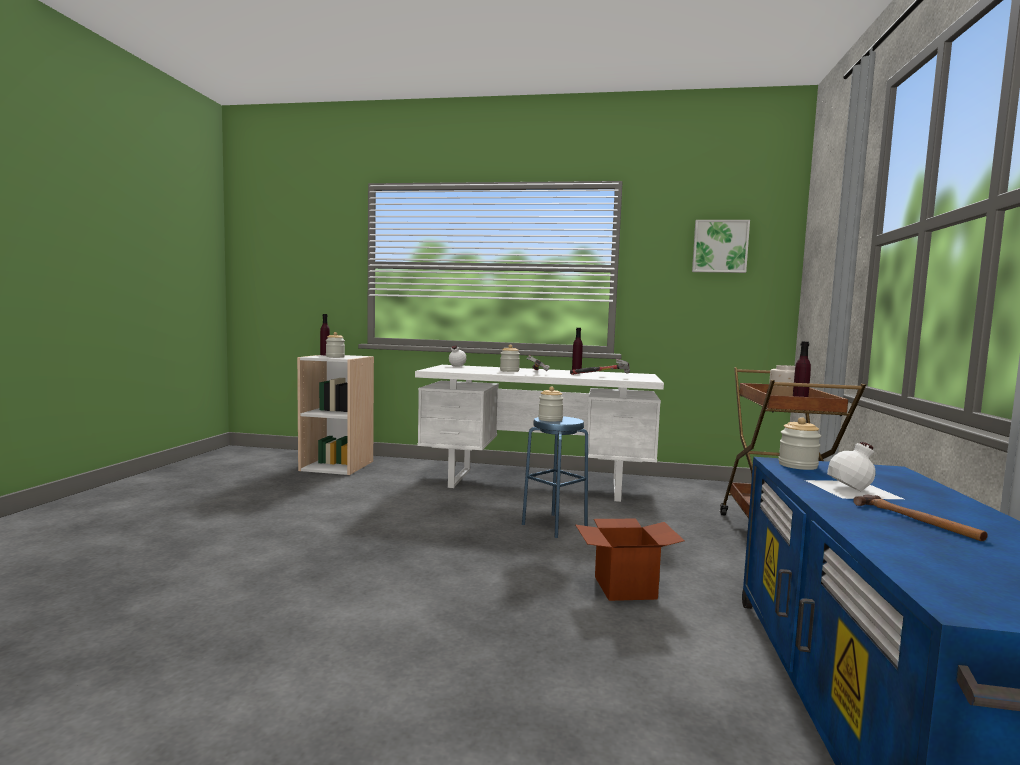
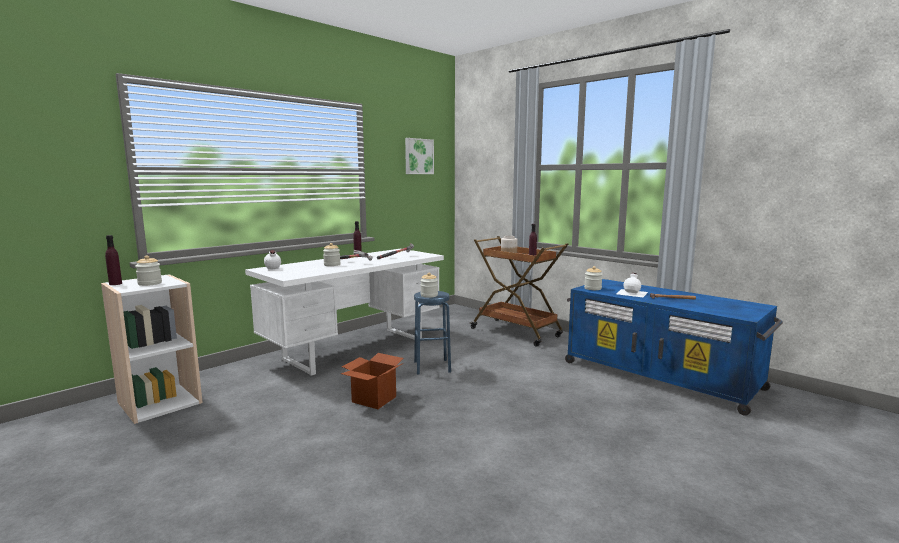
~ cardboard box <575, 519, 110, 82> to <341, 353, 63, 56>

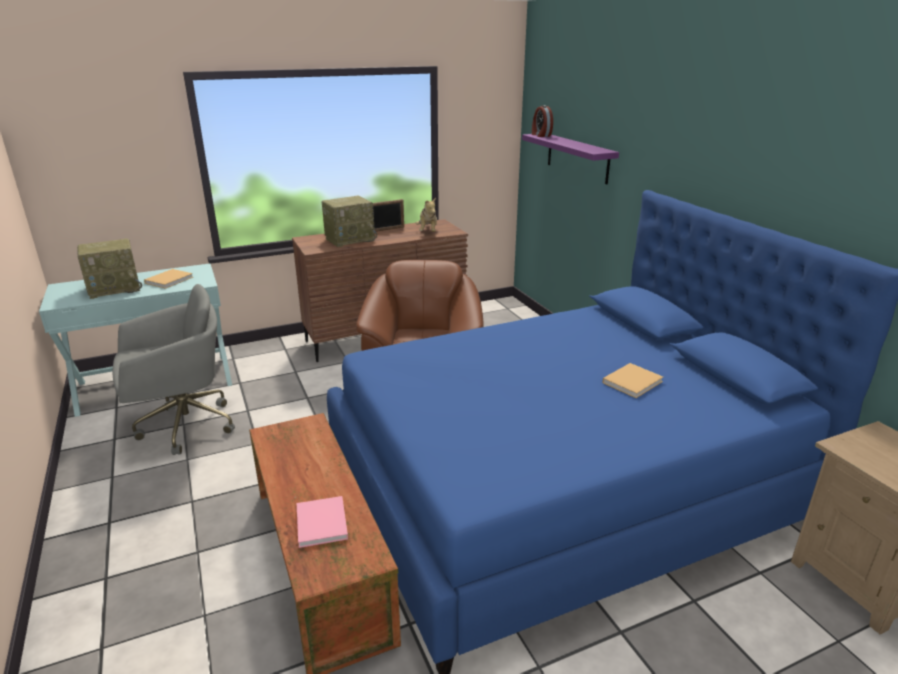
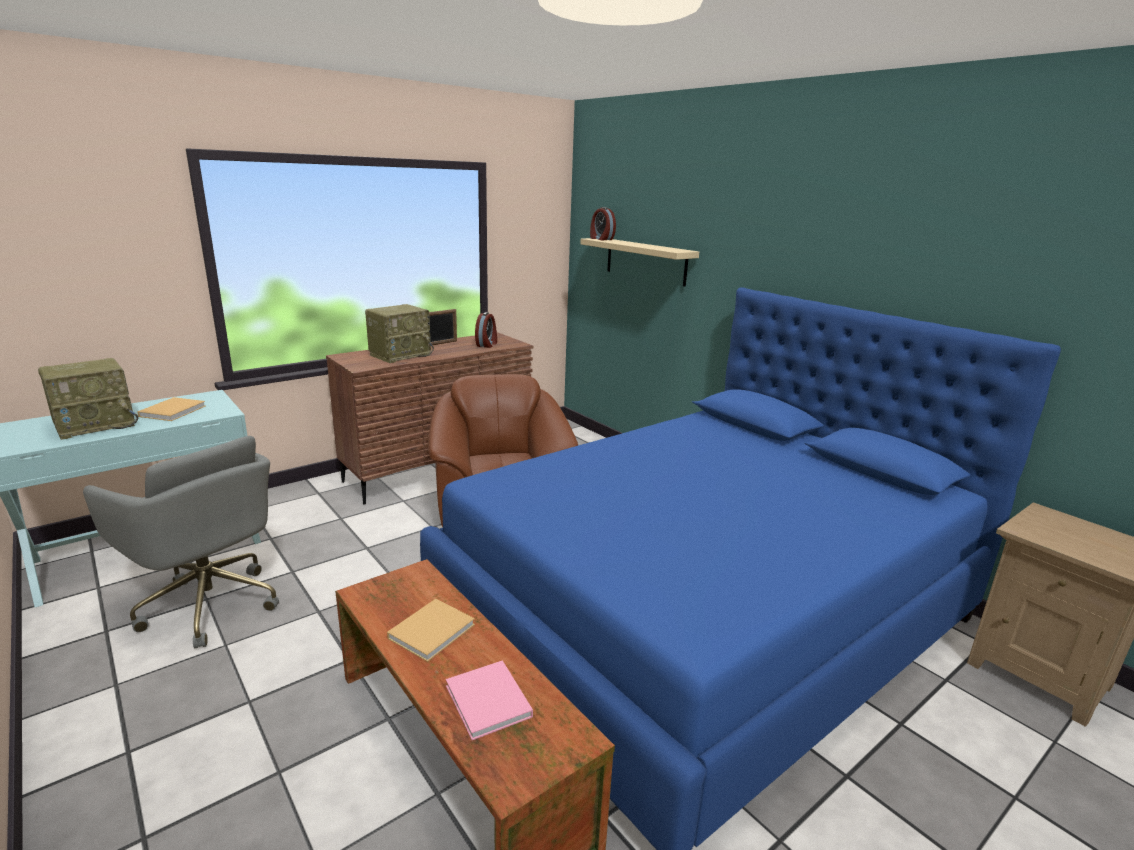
~ purple shelf <522, 134, 97, 50> to beige shelf <580, 238, 119, 49>
~ plush toy <416, 198, 21, 34> to alarm clock <475, 312, 22, 36>
~ grey office chair <113, 284, 122, 171> = <83, 436, 196, 212> 75 degrees clockwise
~ beige book <602, 363, 61, 35> to <387, 599, 88, 63>

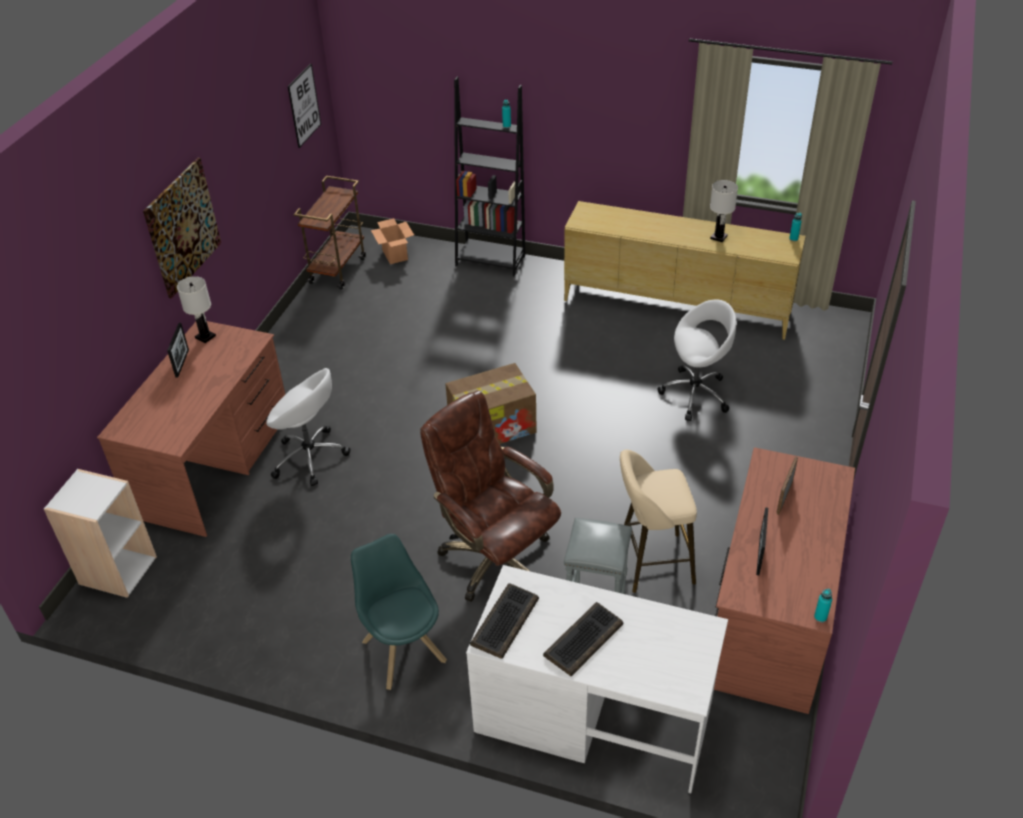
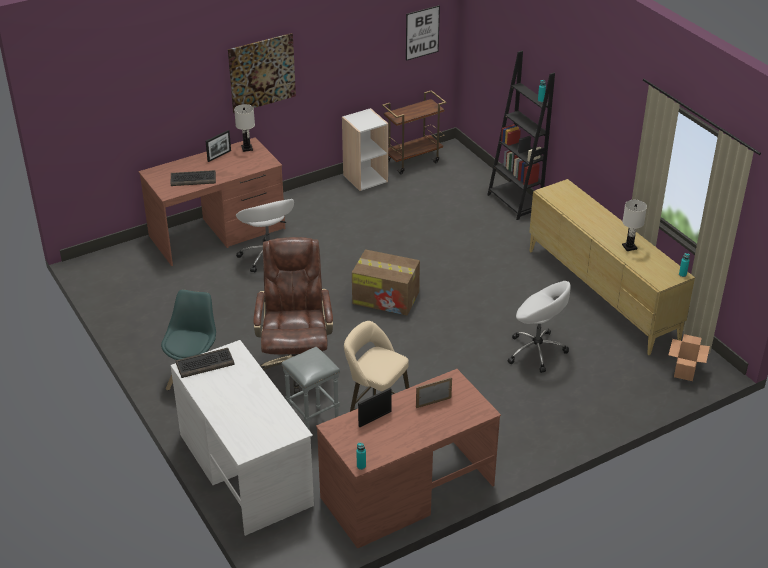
~ cardboard box <371, 218, 43, 46> to <669, 334, 41, 47>
~ bookcase <44, 469, 113, 129> to <342, 108, 46, 83>
~ keyboard <543, 602, 80, 74> to <171, 170, 45, 16>

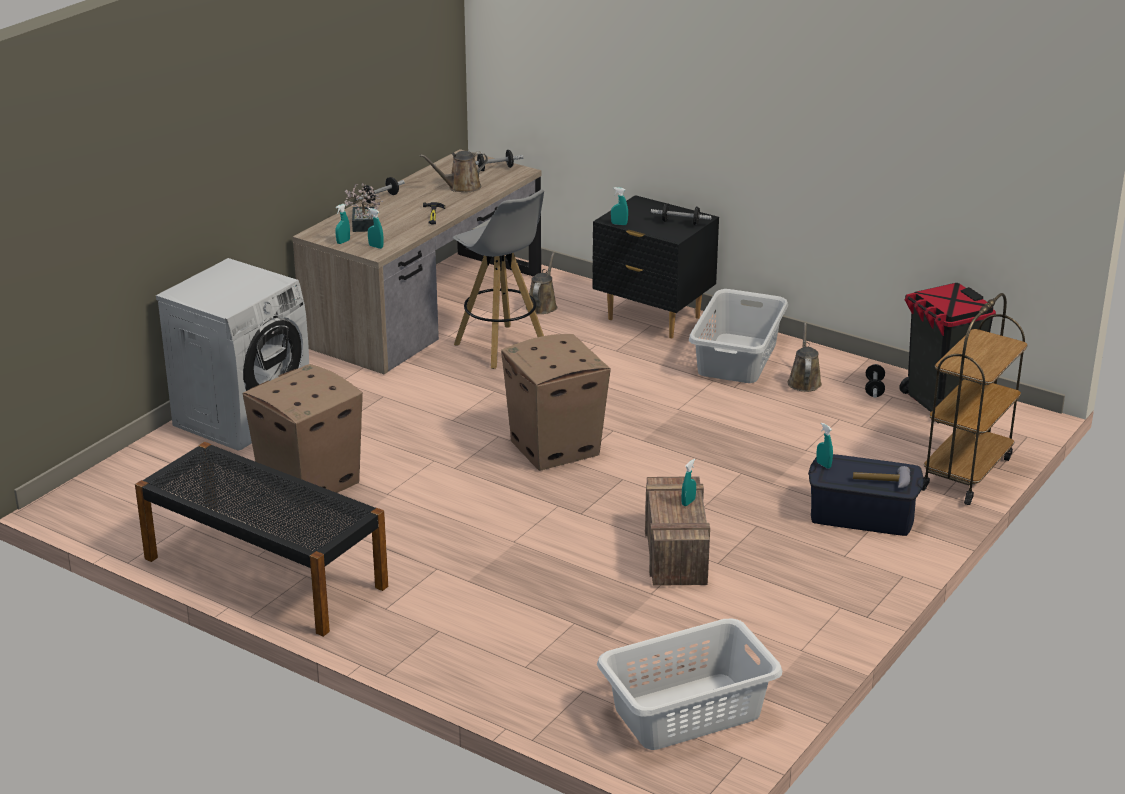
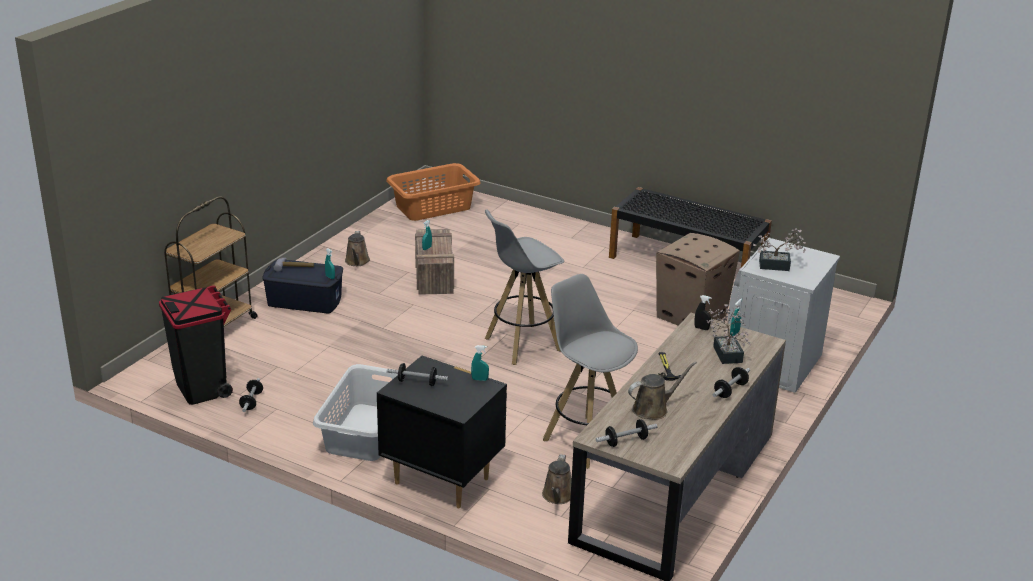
~ turquoise spray bottle <368, 208, 16, 41> to black spray bottle <694, 295, 17, 35>
~ brown watering can <788, 323, 34, 69> to <345, 231, 25, 35>
~ cardboard box <501, 334, 110, 137> to grey stool <485, 209, 80, 156>
~ white laundry basket <597, 619, 185, 131> to orange laundry basket <386, 163, 95, 58>
+ potted plant <753, 229, 53, 42>

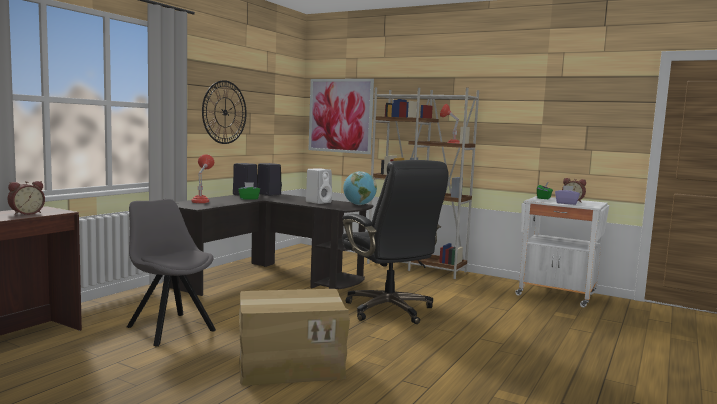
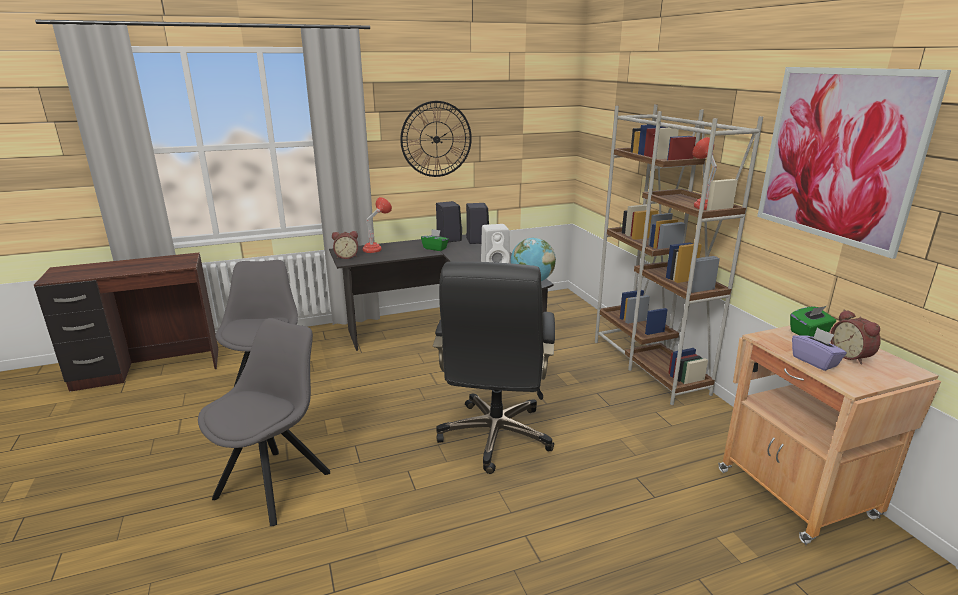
~ picture <309, 79, 65, 75> to <757, 67, 194, 192>
~ alarm clock <8, 181, 37, 34> to <332, 231, 26, 28>
~ white cart <515, 196, 94, 111> to brown cart <718, 326, 223, 219>
~ cardboard box <239, 289, 111, 97> to grey chair <198, 318, 132, 208>

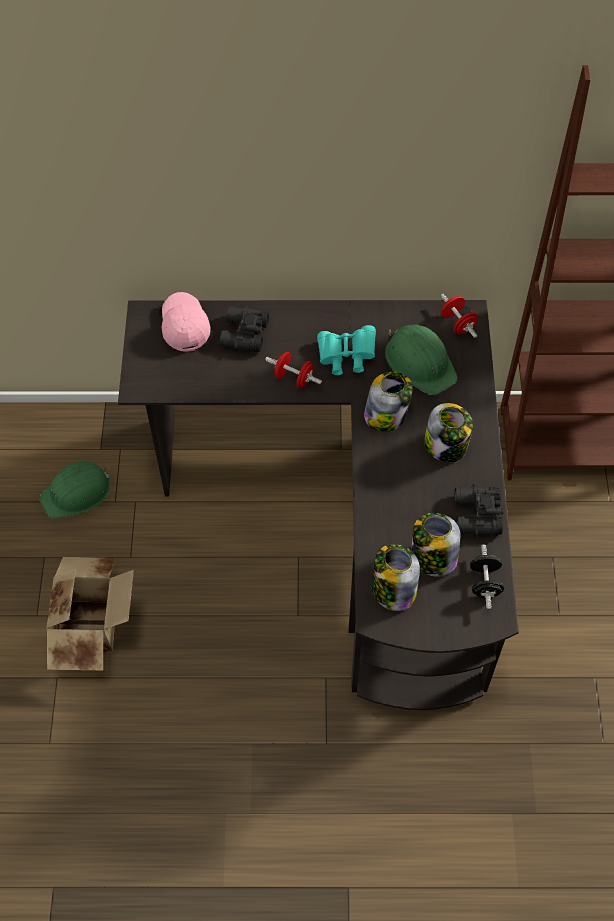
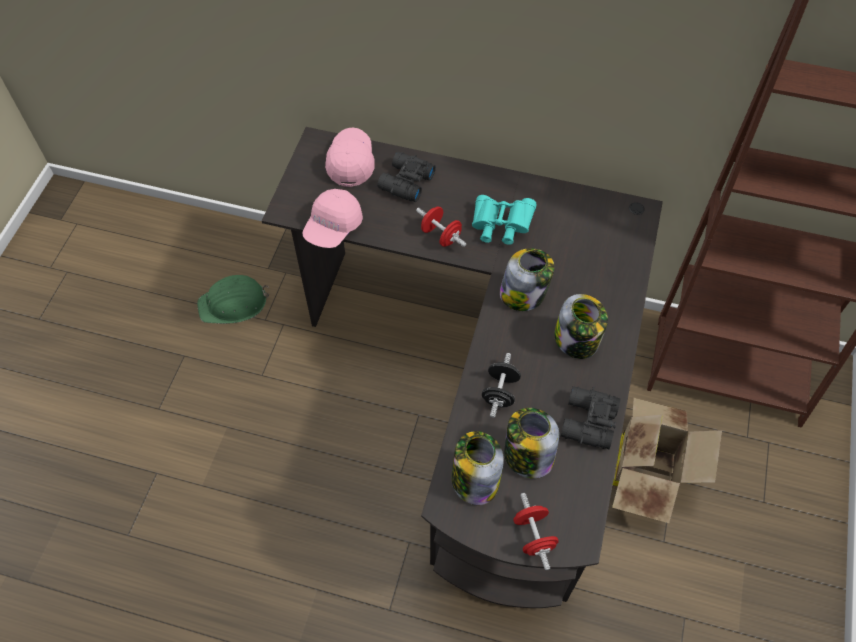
~ red dumbbell <441, 294, 37, 44> to <513, 493, 46, 77>
- green hard hat <385, 325, 73, 70>
~ black dumbbell <470, 545, 34, 64> to <482, 353, 39, 65>
~ cardboard box <46, 557, 88, 113> to <612, 398, 110, 125>
+ pink cap <302, 189, 61, 59>

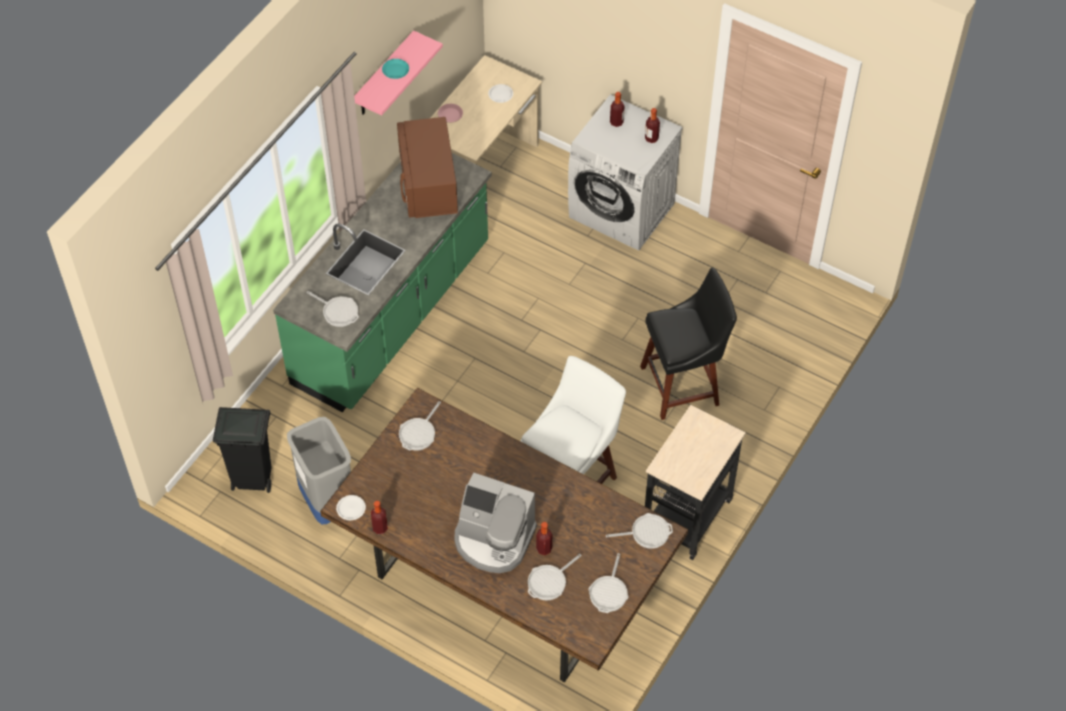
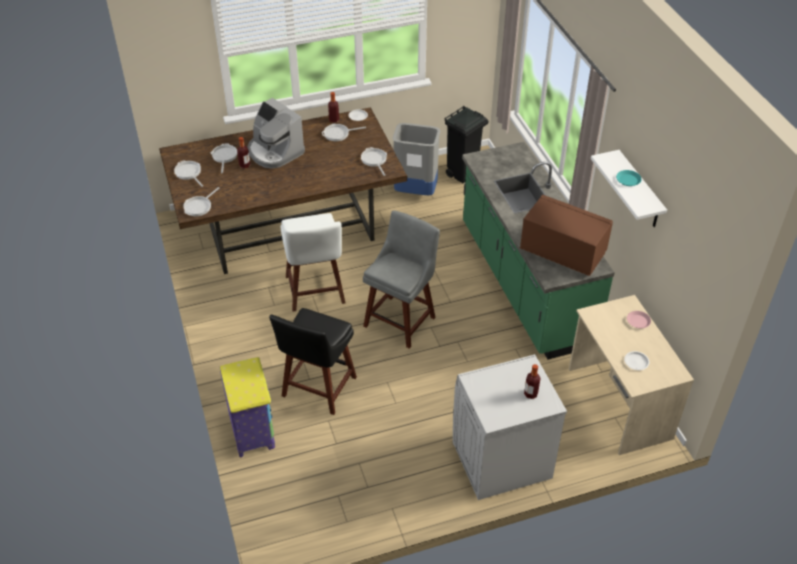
~ pink shelf <354, 30, 89, 86> to white shelf <591, 150, 76, 77>
- bottle <645, 108, 15, 35>
~ frying pan <307, 291, 52, 36> to <322, 124, 44, 17>
- cart <645, 405, 101, 155>
~ coffee machine <455, 473, 82, 100> = <247, 98, 58, 71> 105 degrees counterclockwise
+ grey chair <363, 210, 77, 139>
+ nightstand <219, 357, 56, 100>

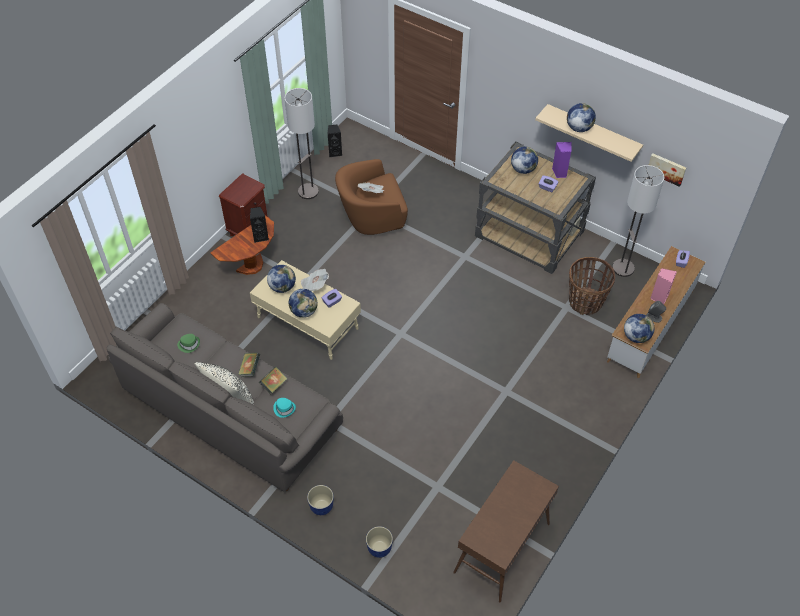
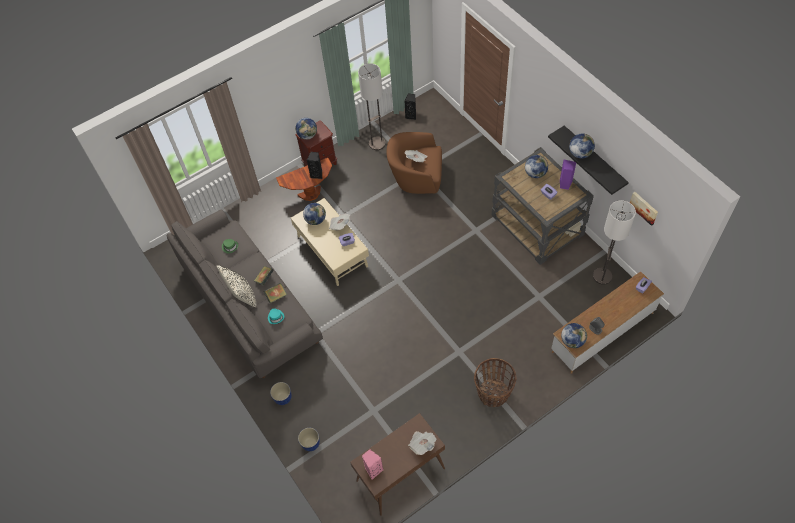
~ beige shelf <535, 104, 108, 58> to black shelf <548, 126, 81, 69>
~ basket <569, 257, 46, 58> to <474, 358, 43, 49>
~ pink speaker <650, 268, 27, 37> to <362, 449, 21, 31>
~ globe <289, 289, 29, 29> to <295, 118, 22, 22>
+ newspaper <408, 431, 29, 24>

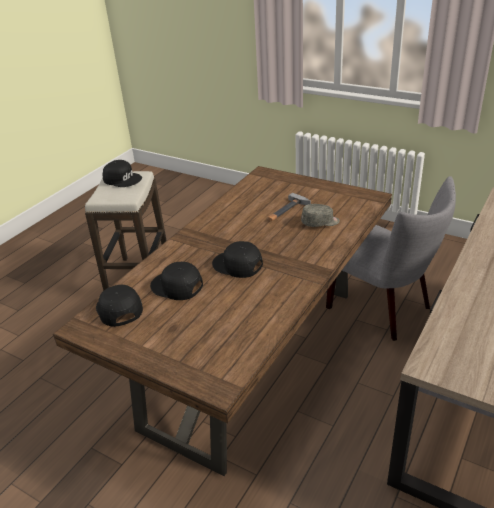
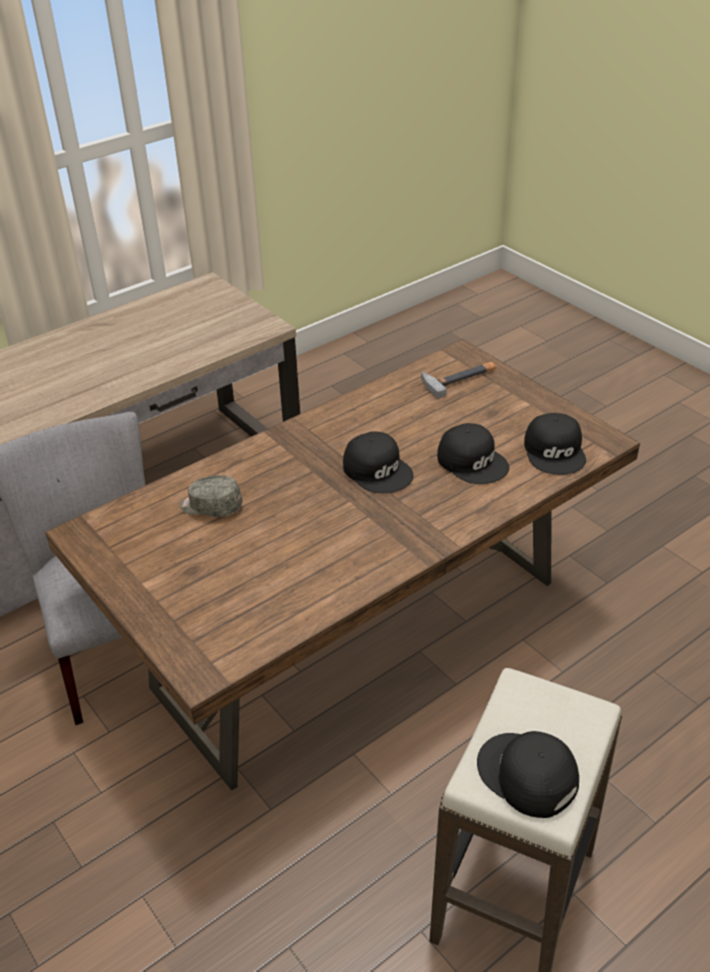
~ hammer <268, 193, 43, 28> to <421, 362, 75, 36>

